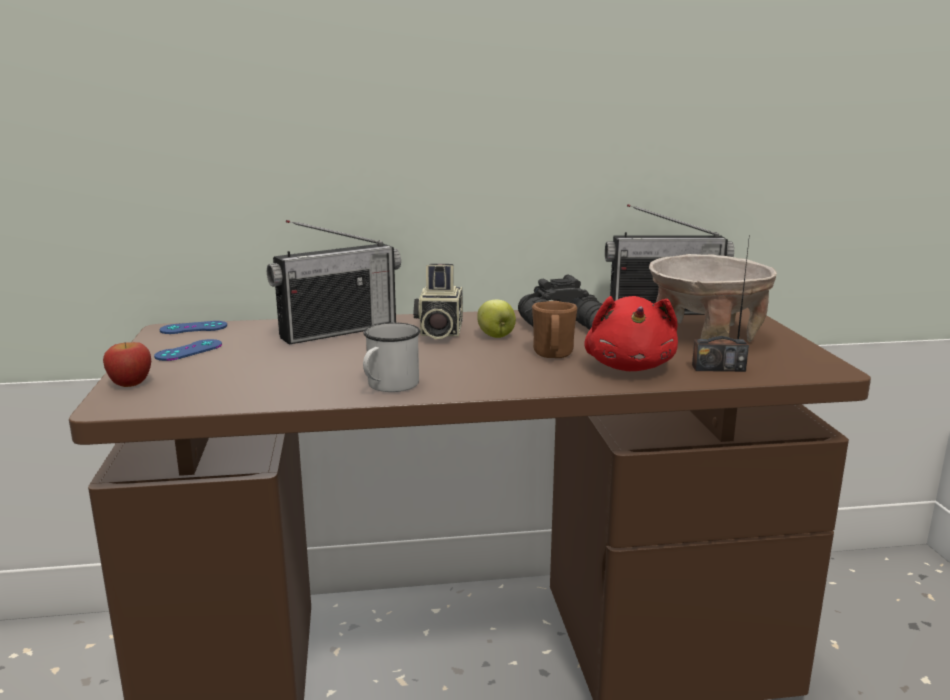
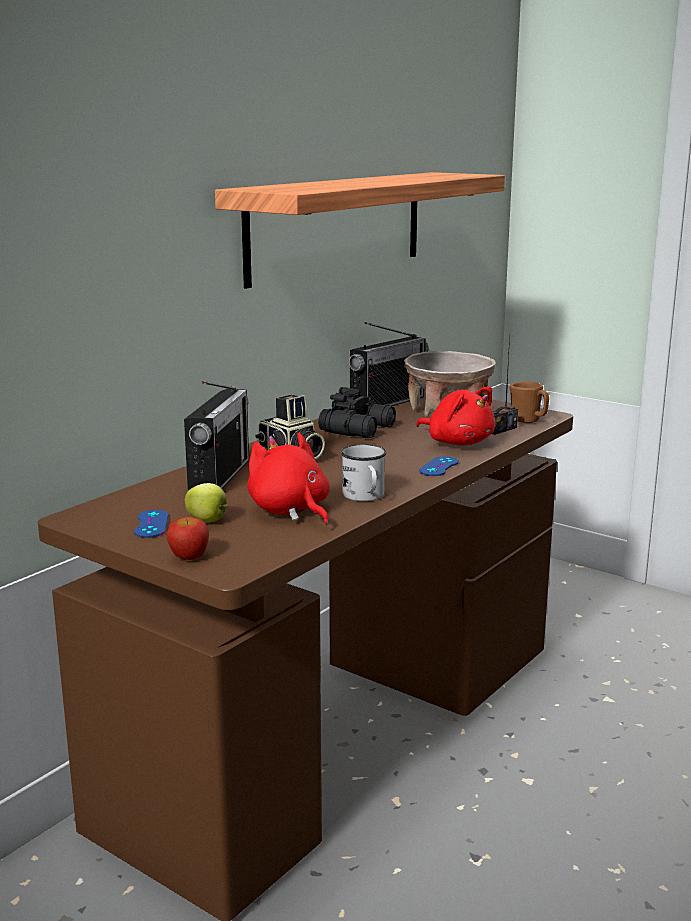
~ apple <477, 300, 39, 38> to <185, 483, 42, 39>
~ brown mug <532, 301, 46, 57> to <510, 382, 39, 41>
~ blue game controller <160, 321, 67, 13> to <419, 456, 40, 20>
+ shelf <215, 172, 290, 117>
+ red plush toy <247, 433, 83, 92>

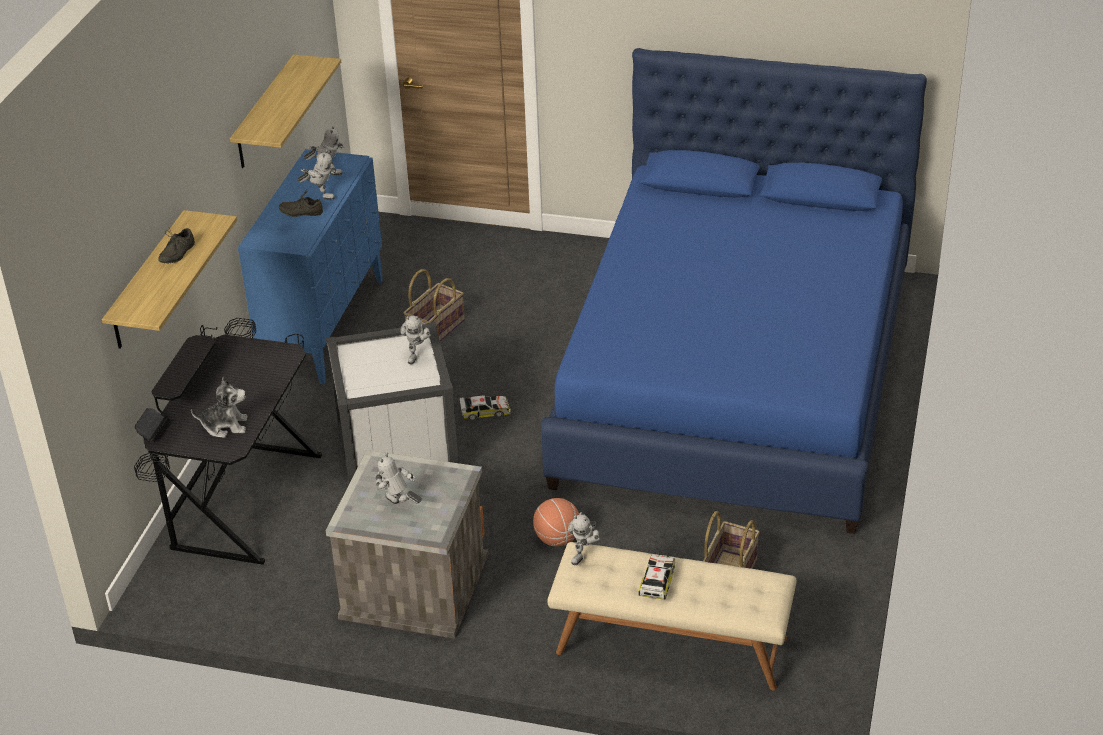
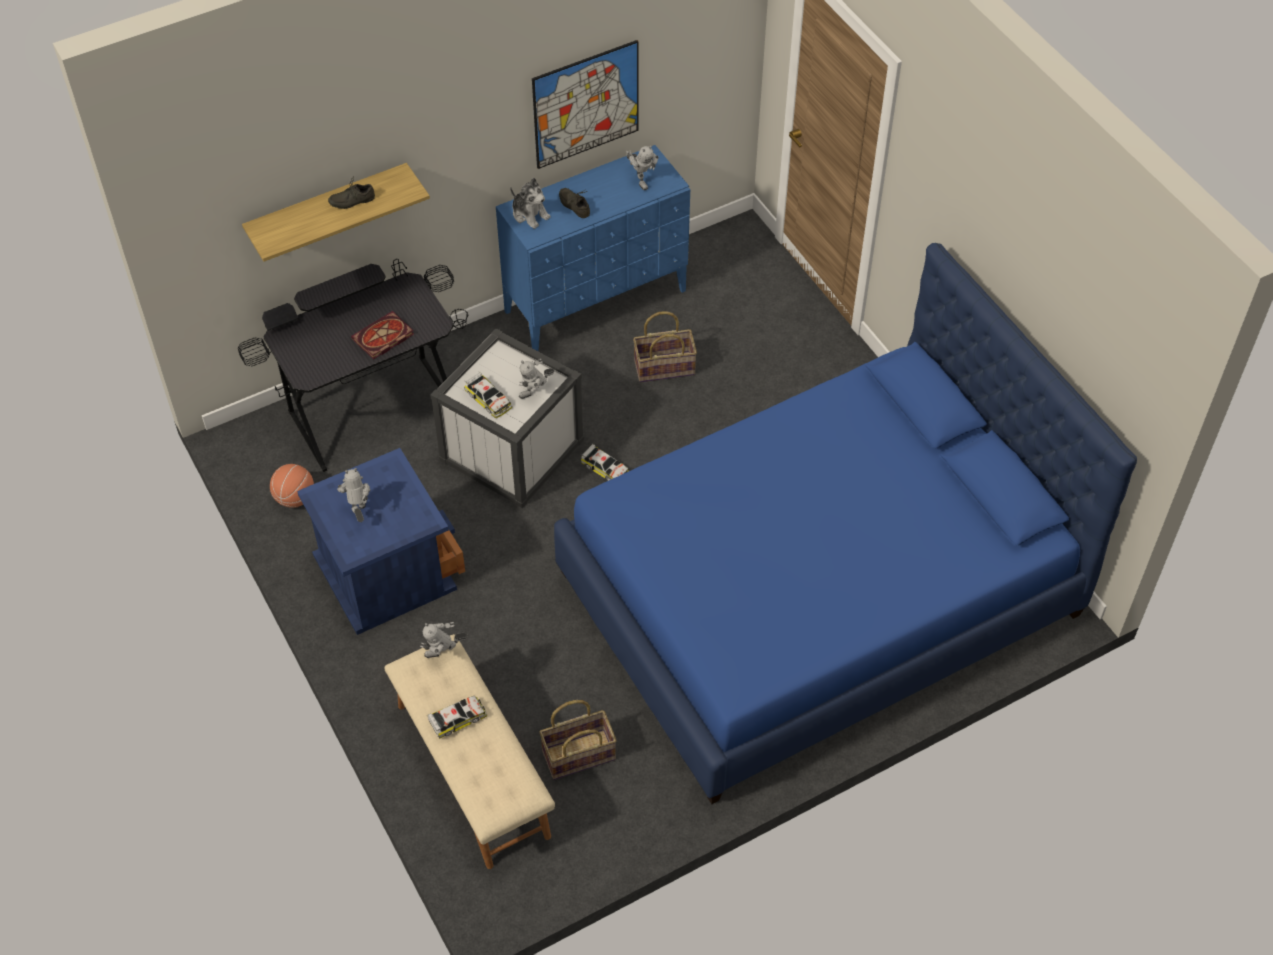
~ shelf <230, 54, 111, 114> to picture <532, 40, 107, 129>
- toy robot <297, 150, 41, 50>
~ plush toy <191, 377, 57, 61> to <510, 178, 40, 51>
~ grey nightstand <326, 450, 162, 189> to blue nightstand <297, 448, 168, 187>
~ basketball <533, 498, 46, 48> to <270, 464, 44, 44>
+ book <351, 311, 63, 48>
+ toy car <464, 372, 48, 46>

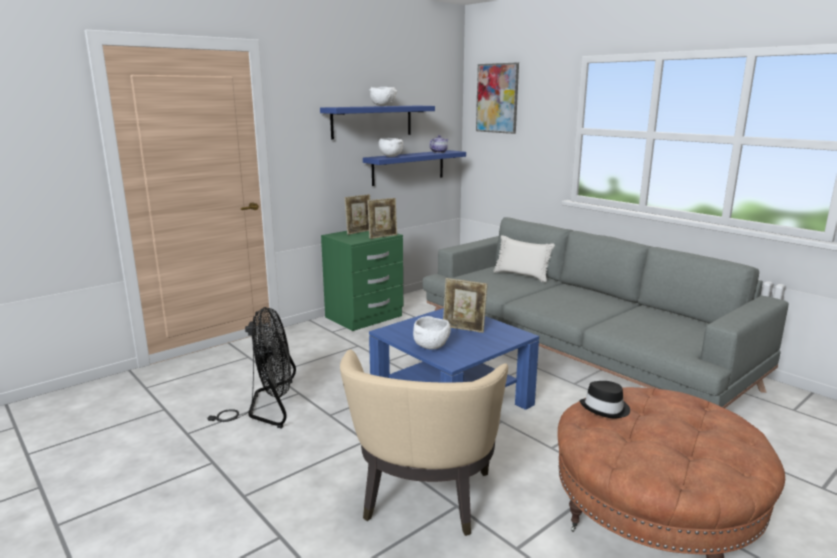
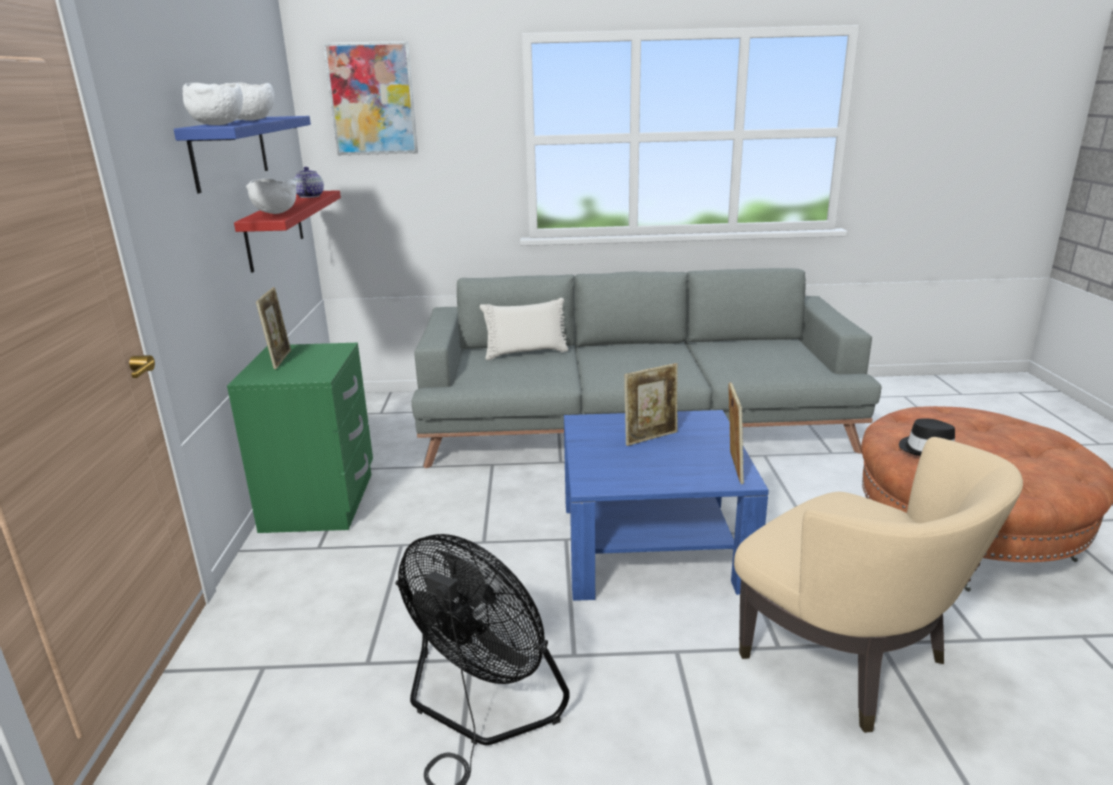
~ blue shelf <363, 150, 103, 36> to red shelf <234, 190, 107, 83>
~ picture frame <367, 198, 30, 41> to <728, 382, 16, 102>
~ white bowl <413, 316, 38, 34> to <183, 83, 60, 42>

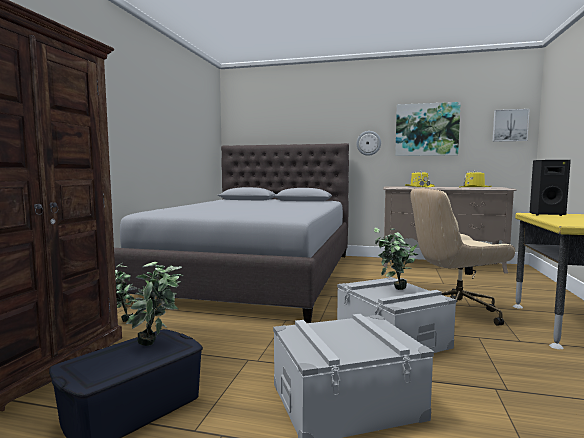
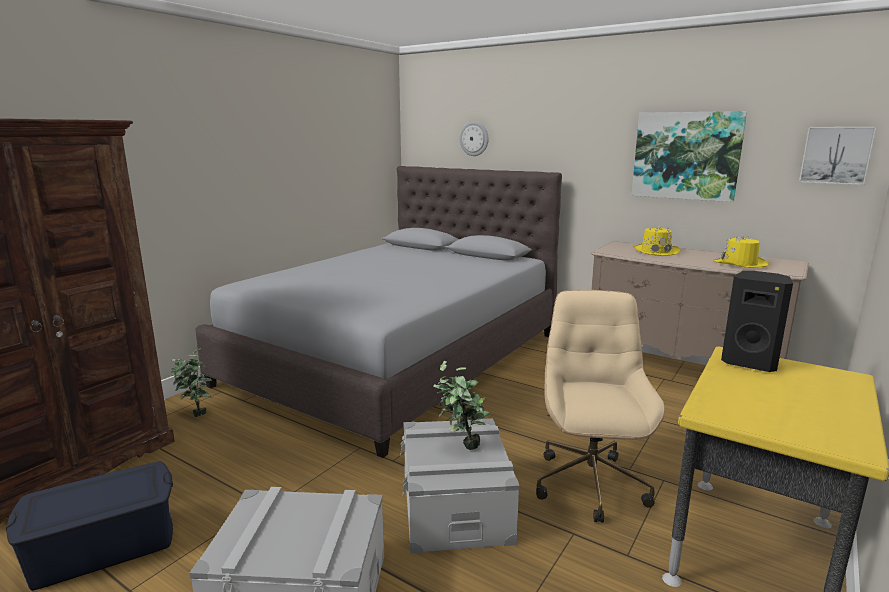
~ wall clock <357, 131, 24, 25> to <460, 121, 29, 35>
~ beige office chair <410, 188, 105, 138> = <536, 290, 129, 233> 90 degrees clockwise
- potted plant <126, 262, 57, 84>

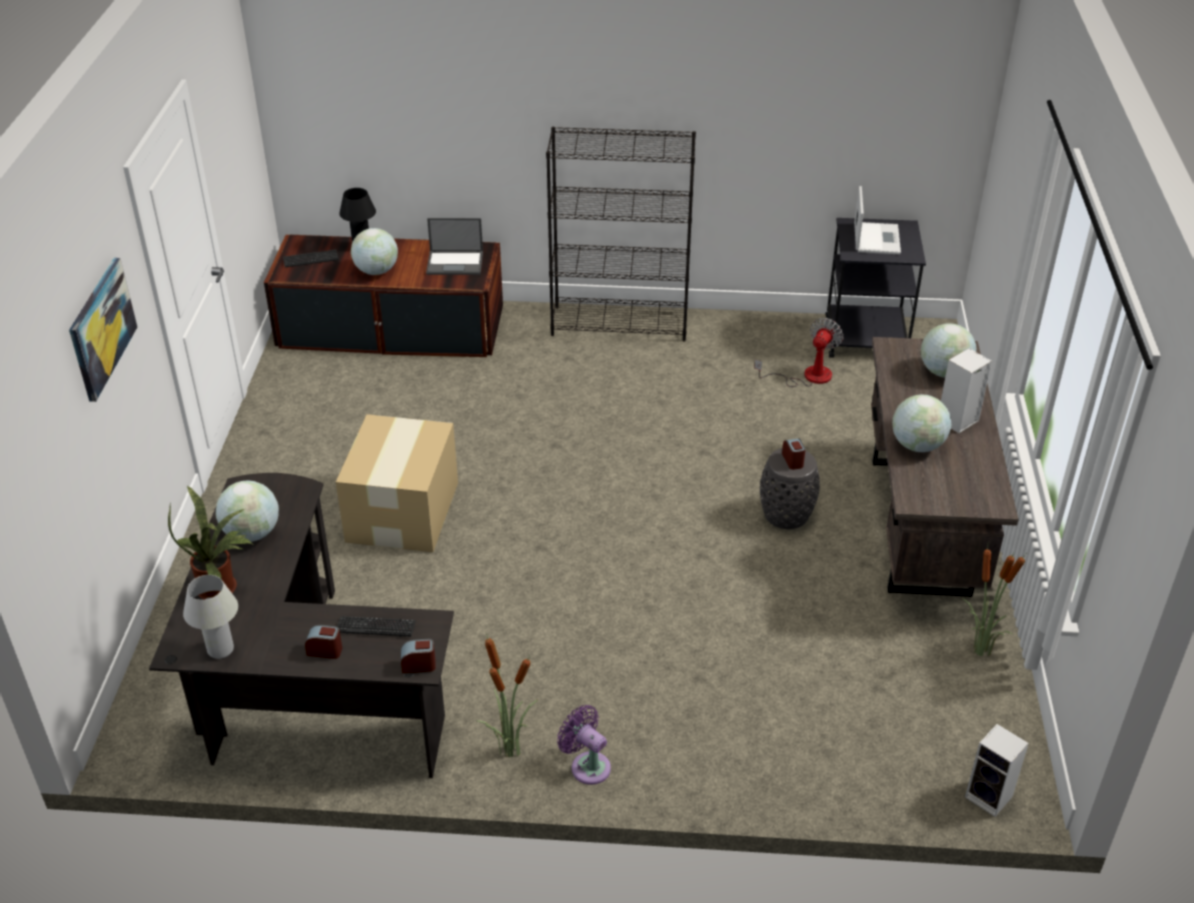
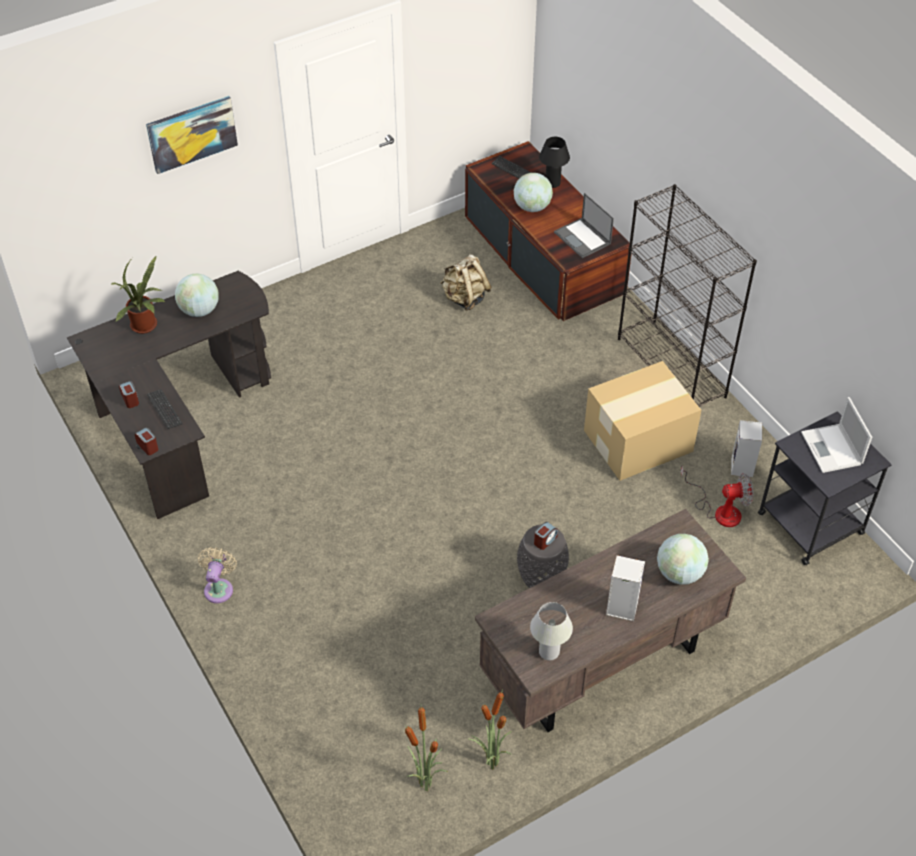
~ laptop <854, 186, 47, 69> = <801, 397, 71, 76> 105 degrees clockwise
- globe <892, 394, 60, 58>
~ cardboard box <336, 414, 122, 138> to <584, 361, 117, 120>
~ white table lamp <183, 575, 55, 84> to <530, 602, 43, 58>
~ potted plant <476, 634, 62, 123> to <405, 707, 43, 84>
~ purple fan <557, 705, 54, 80> to beige fan <198, 547, 39, 56>
~ speaker <965, 724, 64, 93> to <731, 420, 31, 58>
+ beige backpack <440, 254, 52, 57>

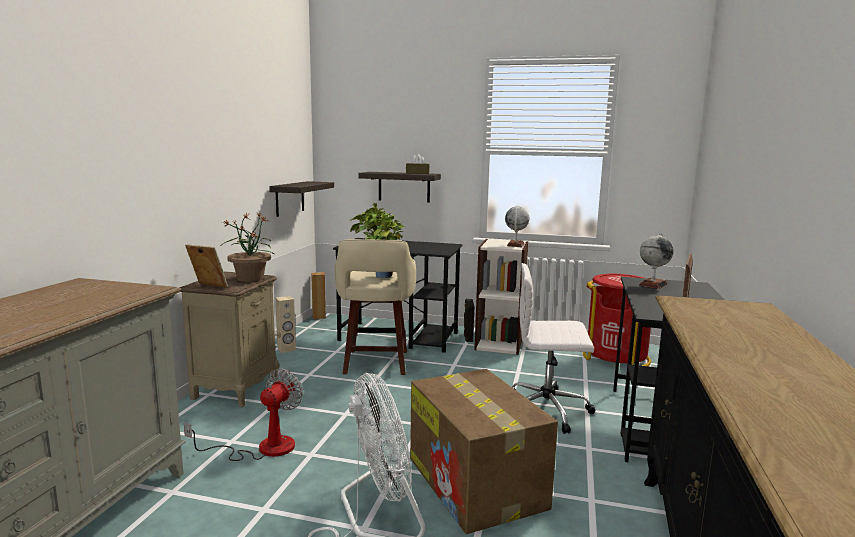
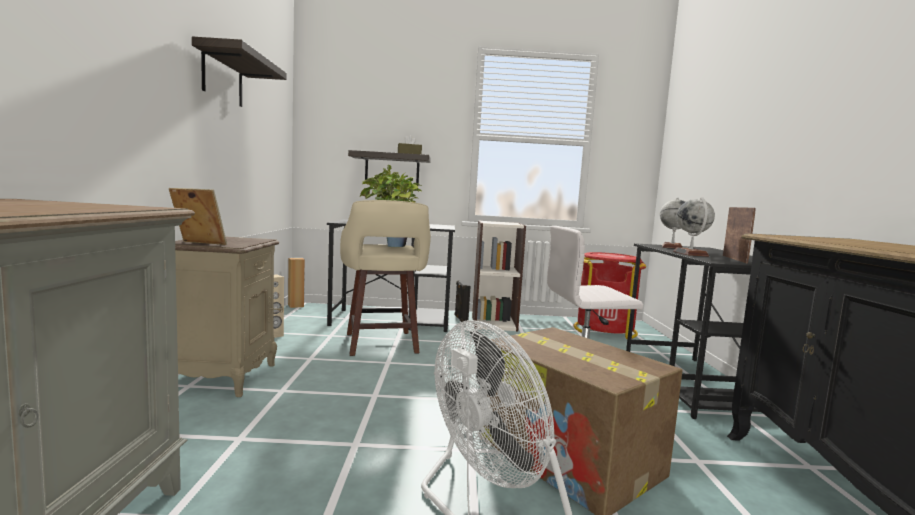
~ shelf <269, 181, 65, 36> to <192, 37, 95, 70>
~ globe <505, 205, 24, 42> to <673, 197, 42, 60>
- potted plant <220, 213, 55, 69>
- fan <184, 369, 119, 92>

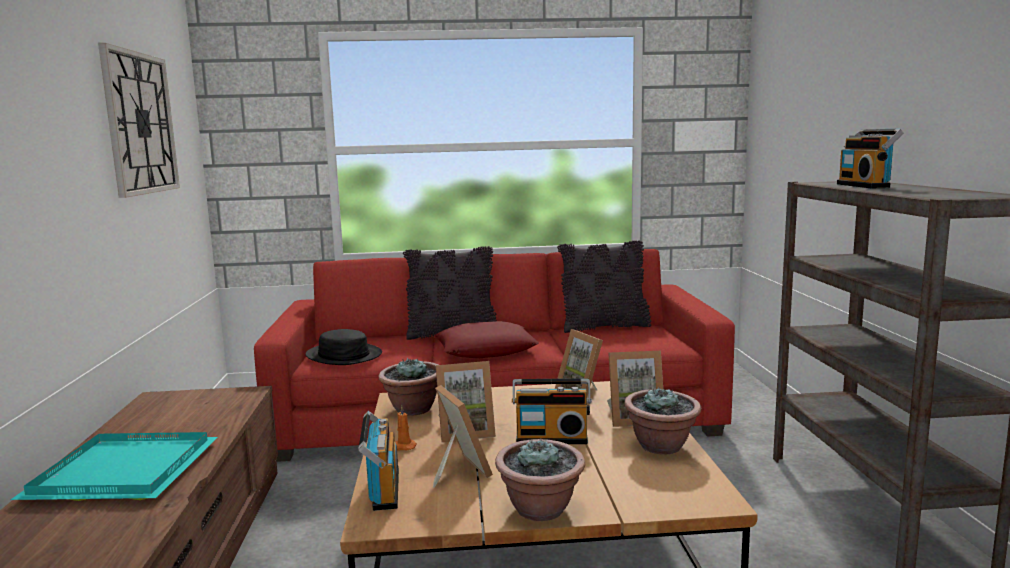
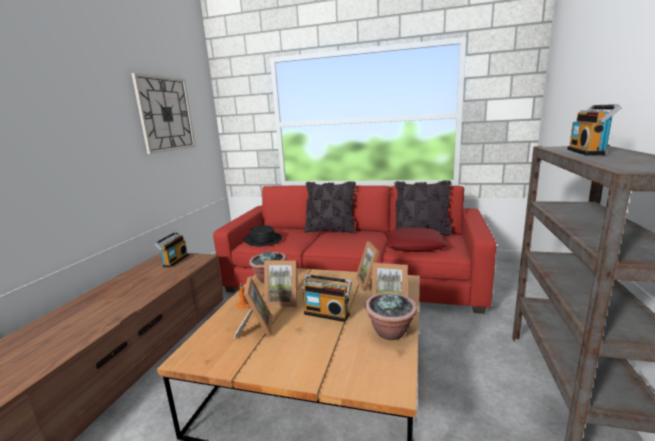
~ red pillow <435, 321, 104, 37> to <385, 228, 63, 24>
~ radio <358, 411, 41, 100> to <154, 232, 35, 35>
- turquoise tray <11, 432, 207, 69>
- potted plant <495, 438, 90, 83>

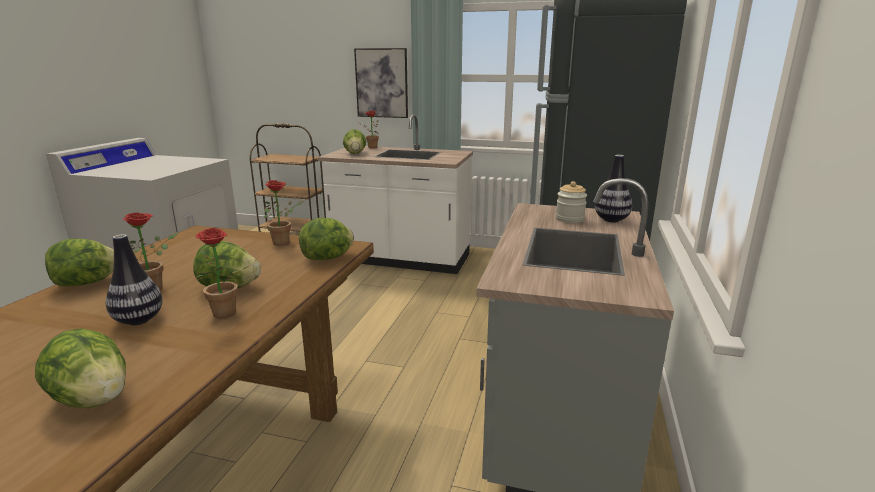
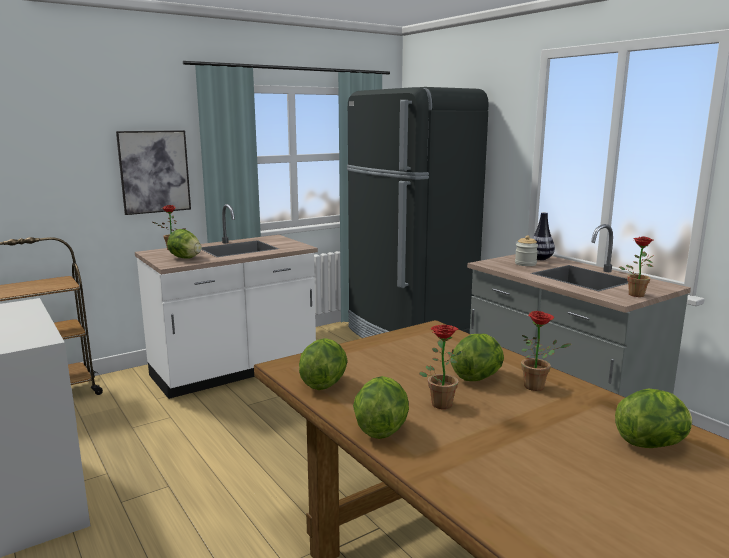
~ potted plant <264, 180, 41, 66> to <619, 237, 35, 60>
~ lettuce <299, 218, 55, 42> to <299, 338, 49, 52>
- vase <106, 234, 57, 91>

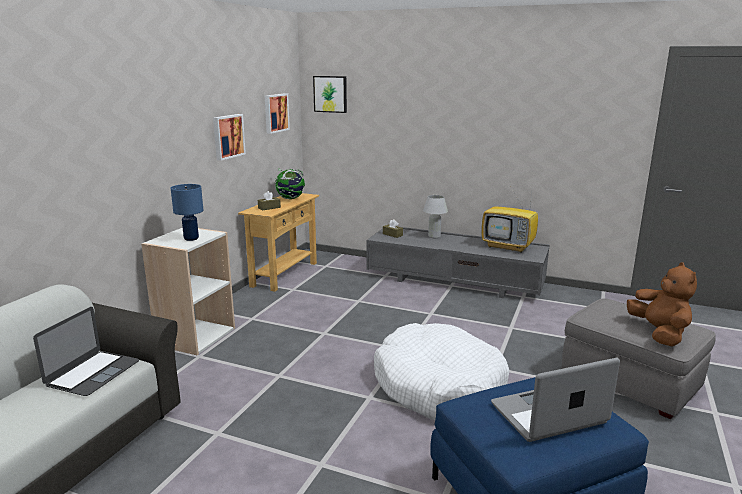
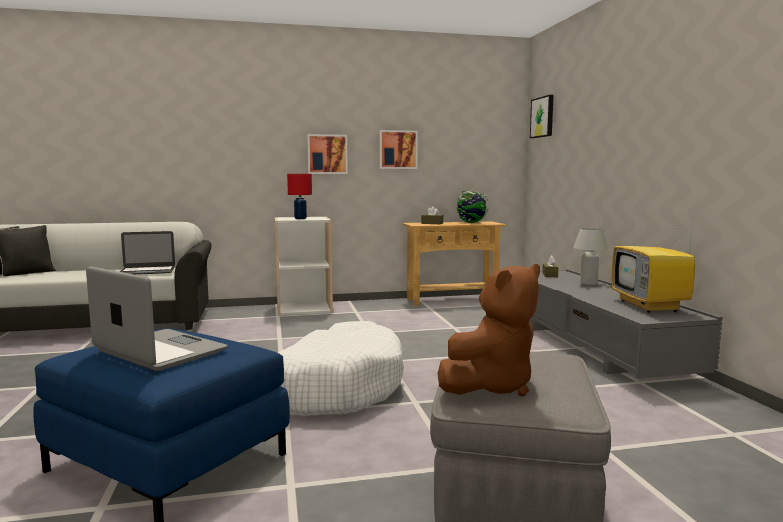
~ picture <265, 93, 25, 41> to <307, 134, 41, 40>
~ blue table lamp <171, 184, 32, 57> to red table lamp <287, 173, 25, 46>

